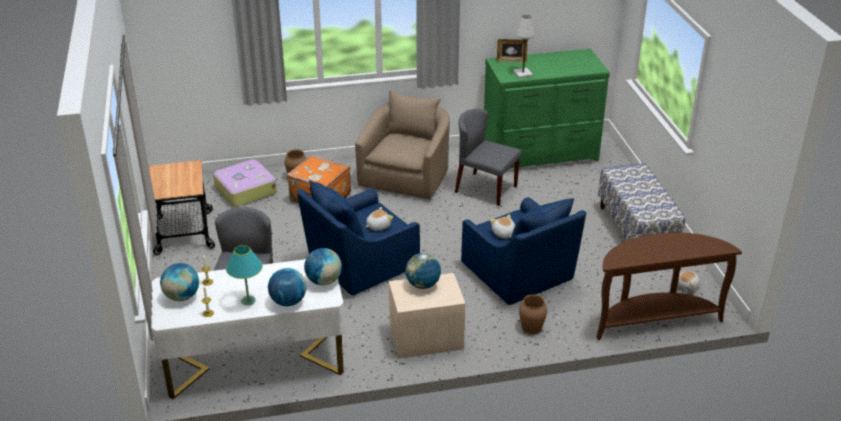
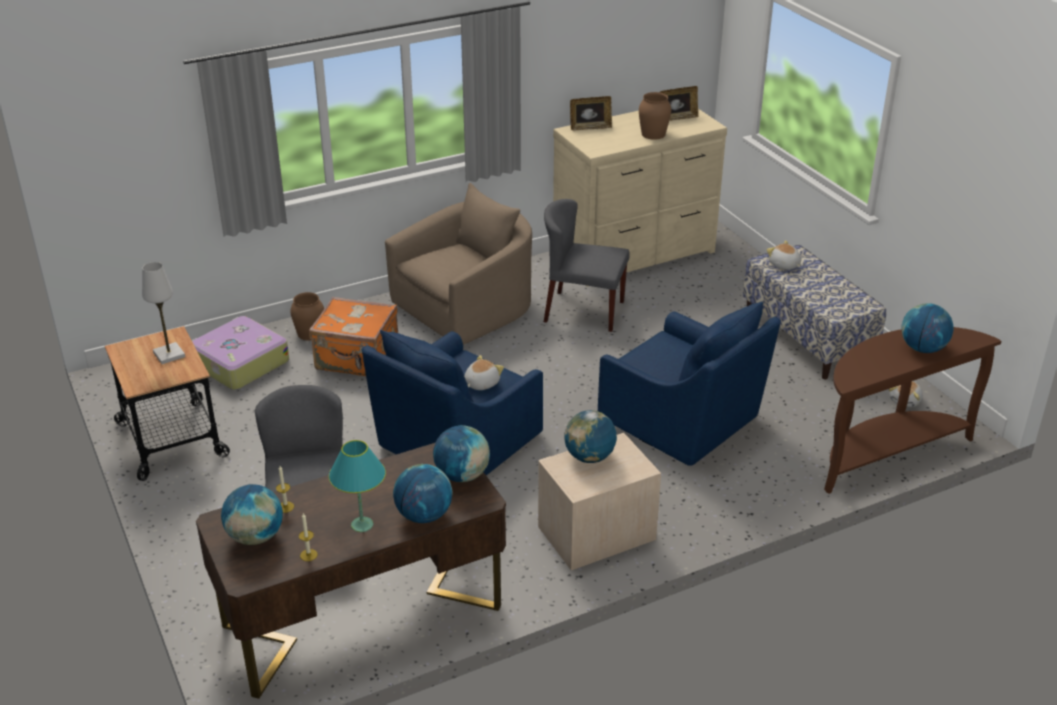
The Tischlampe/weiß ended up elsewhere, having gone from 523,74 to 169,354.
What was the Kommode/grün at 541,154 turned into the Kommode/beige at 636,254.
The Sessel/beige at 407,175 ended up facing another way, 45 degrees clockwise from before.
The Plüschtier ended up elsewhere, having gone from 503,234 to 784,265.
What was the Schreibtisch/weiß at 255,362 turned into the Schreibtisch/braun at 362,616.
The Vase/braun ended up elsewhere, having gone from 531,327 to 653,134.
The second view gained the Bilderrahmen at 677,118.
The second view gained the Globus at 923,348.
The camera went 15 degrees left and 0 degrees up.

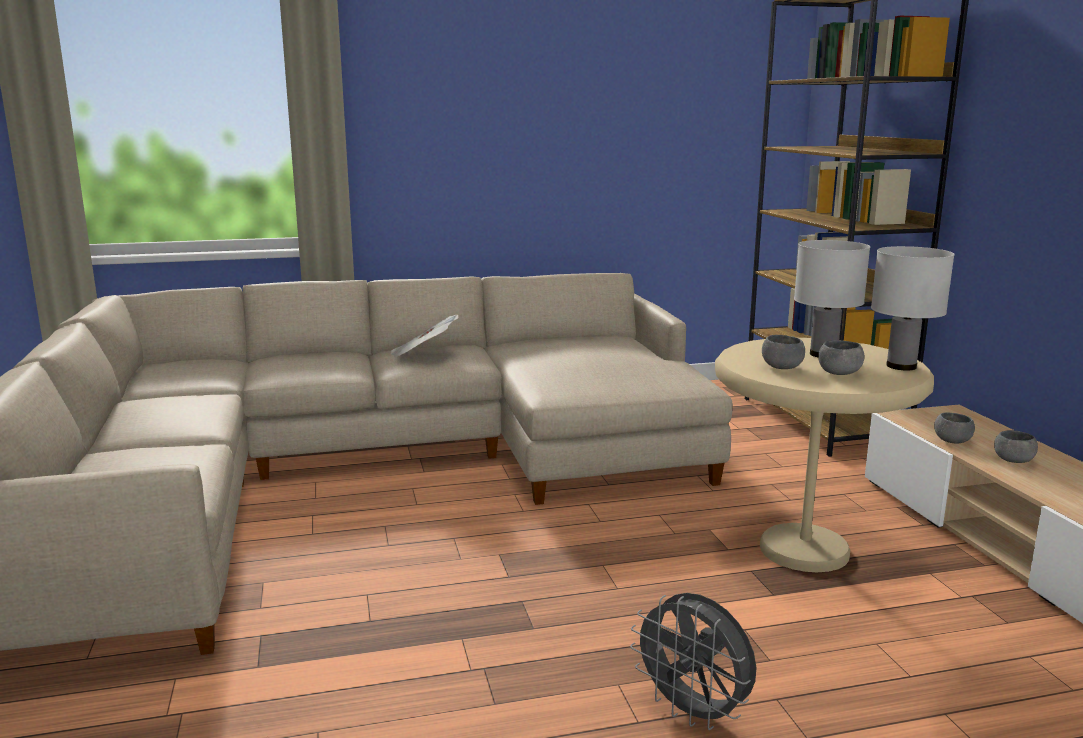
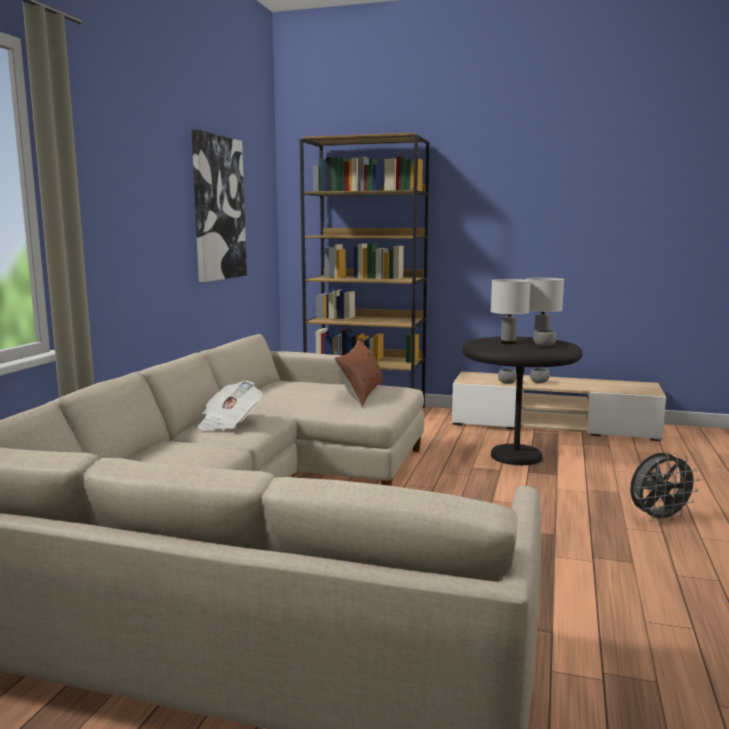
The second view lost the Schüssel/grau at 782,367.
What was the Beistelltisch/beige at 804,550 turned into the Beistelltisch/schwarz at 516,456.
The second view gained the Bild at 218,208.
The second view gained the Kissen/braun at 360,393.
The camera went 60 degrees left and 5 degrees down.

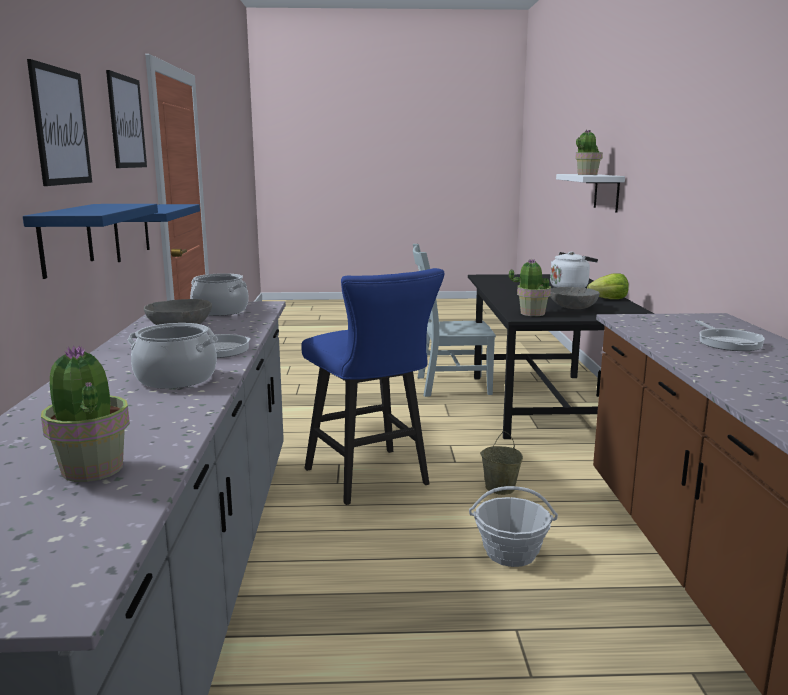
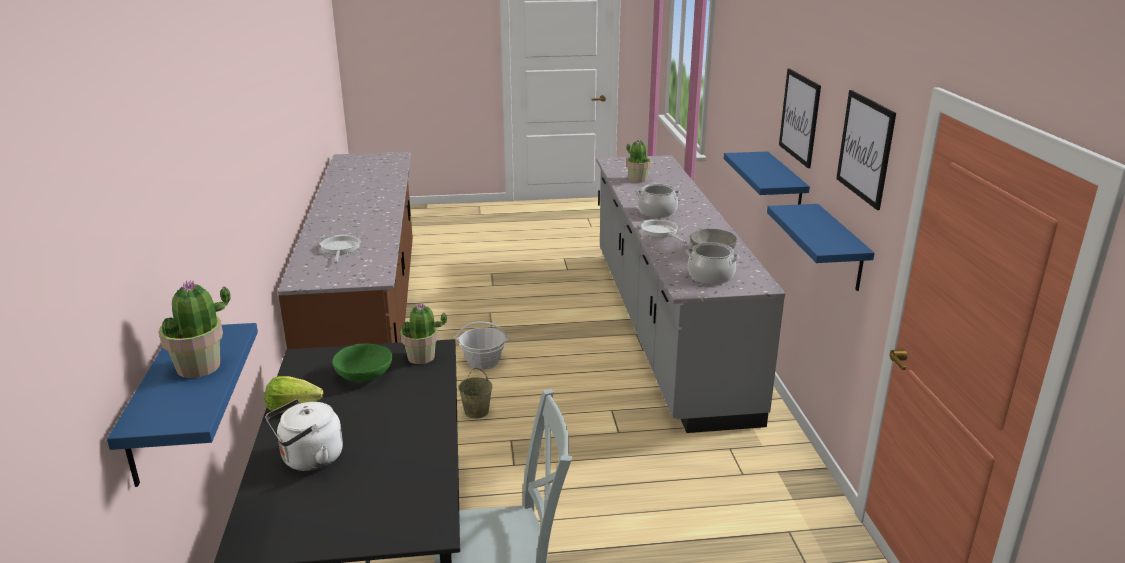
What was the Wandregal/weiß at 606,192 turned into the Wandregal/blau at 151,408.
The second view lost the Hocker/blau at 371,479.
What was the Schüssel/grau at 573,308 turned into the Schüssel/grün at 364,375.
The camera went 175 degrees right and 10 degrees up.

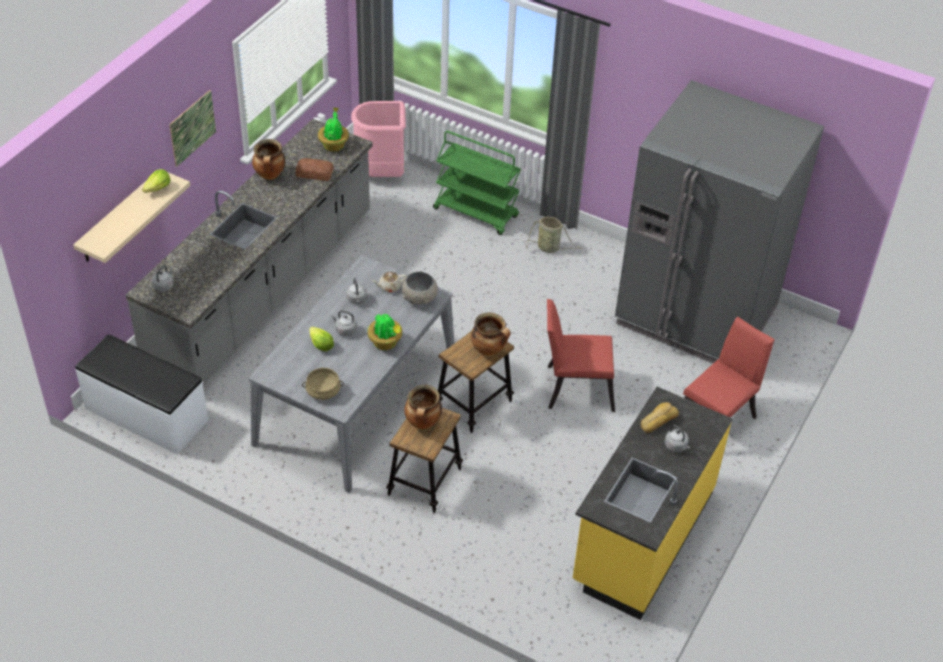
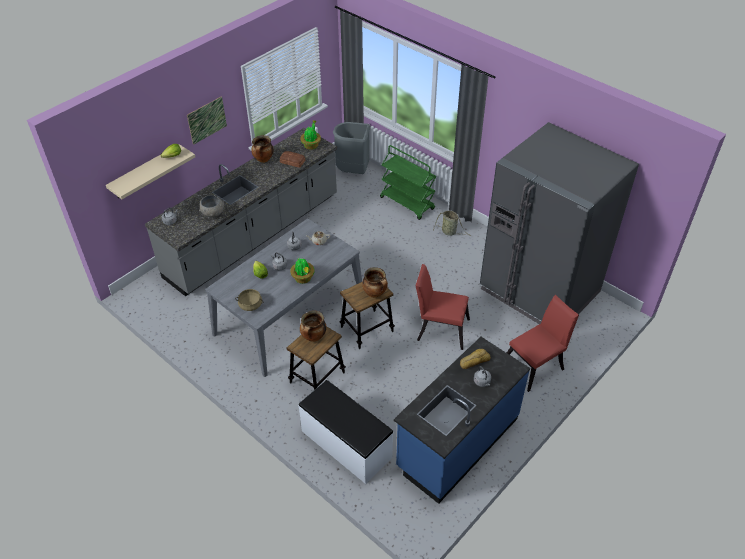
What was the Mülleimer/rosa at 381,174 turned into the Mülleimer/grau at 353,171.
The Schüssel/grau ended up elsewhere, having gone from 419,298 to 213,213.
The Bank/weiß ended up elsewhere, having gone from 146,415 to 346,444.
What was the Küchenzeile/gelb at 642,537 turned into the Küchenzeile/blau at 457,443.
The camera went 15 degrees right and 0 degrees up.

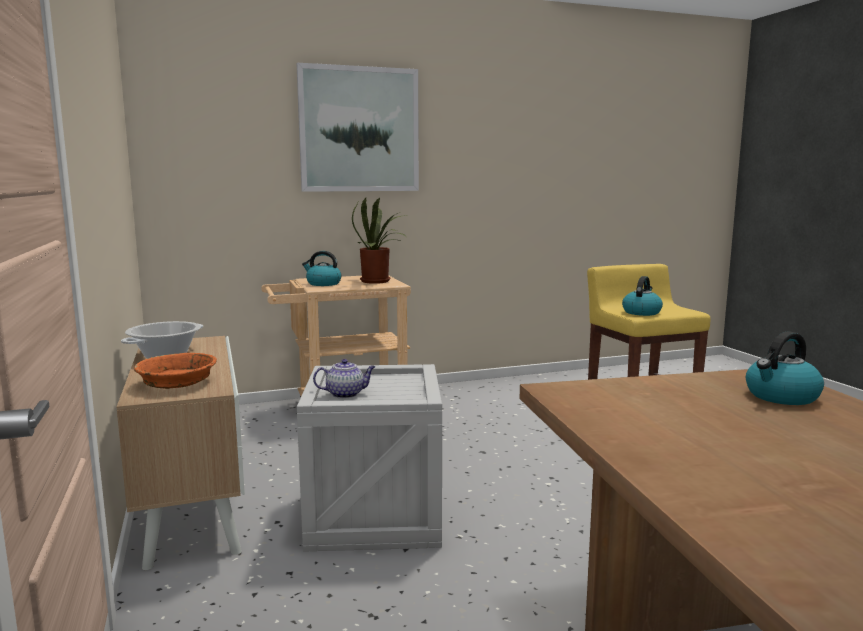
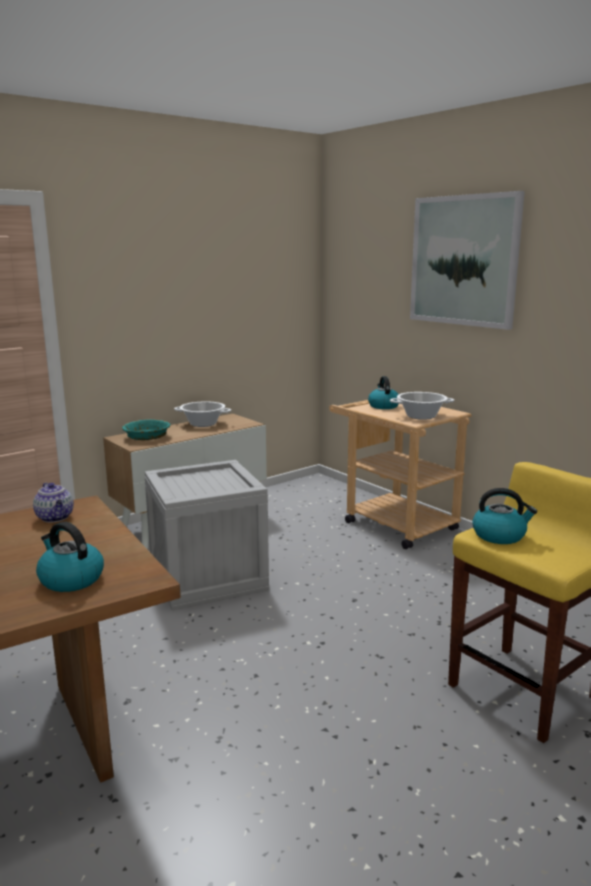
Where the Topfpflanze stood at 378,281, the Kochtopf came to stand at 421,416.
What was the Schüssel/orange at 177,383 turned into the Schüssel/türkis at 147,437.
The Teekanne ended up elsewhere, having gone from 346,394 to 55,518.
The camera went 70 degrees right and 5 degrees up.

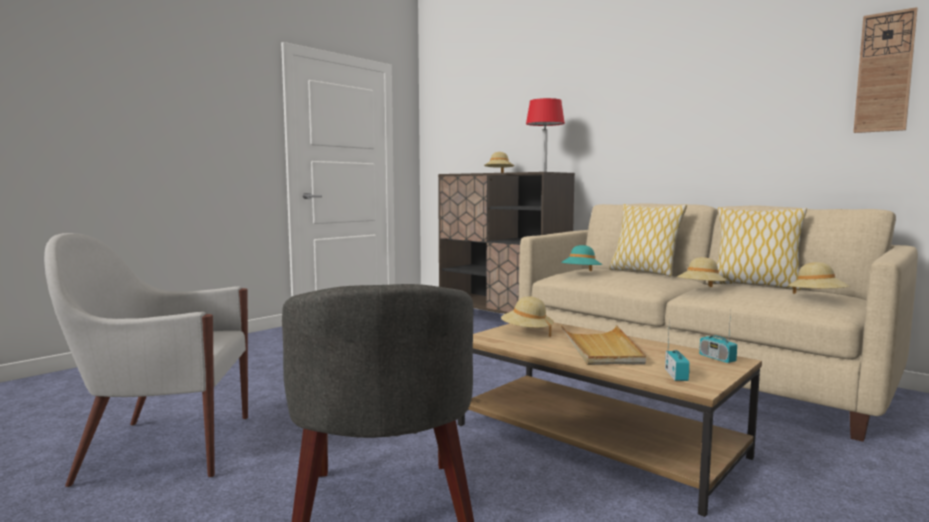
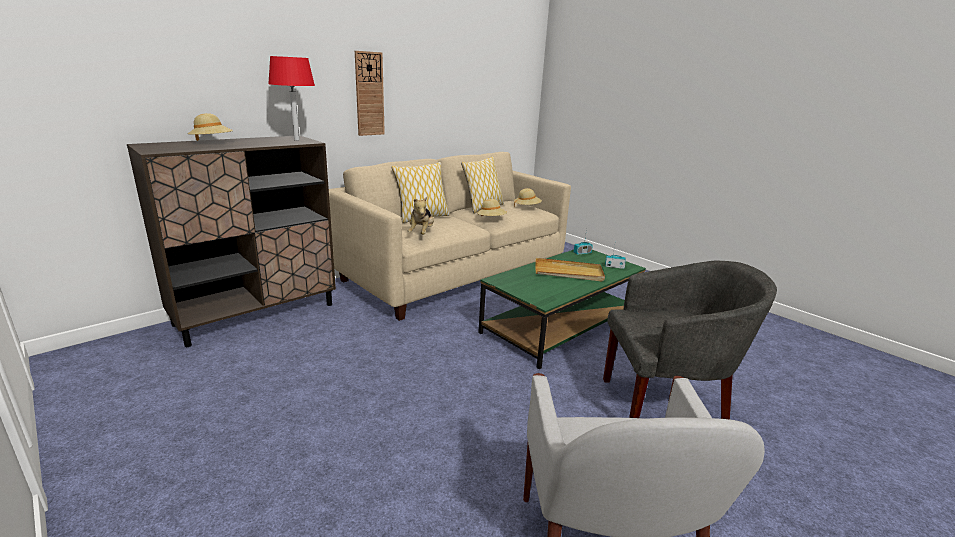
The Wanduhr ended up elsewhere, having gone from 884,72 to 369,94.
Where the Hut/türkis stood at 581,273, the Plüschtier came to stand at 421,233.
The second view lost the Hut/beige at 527,332.
What was the Couchtisch/braun at 596,440 turned into the Couchtisch/grün at 560,324.
The camera went 85 degrees left and 15 degrees up.

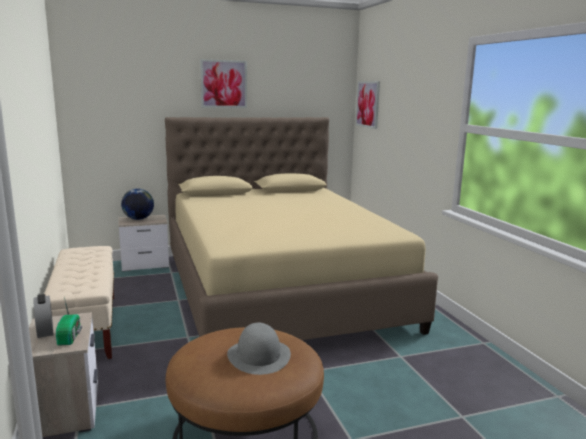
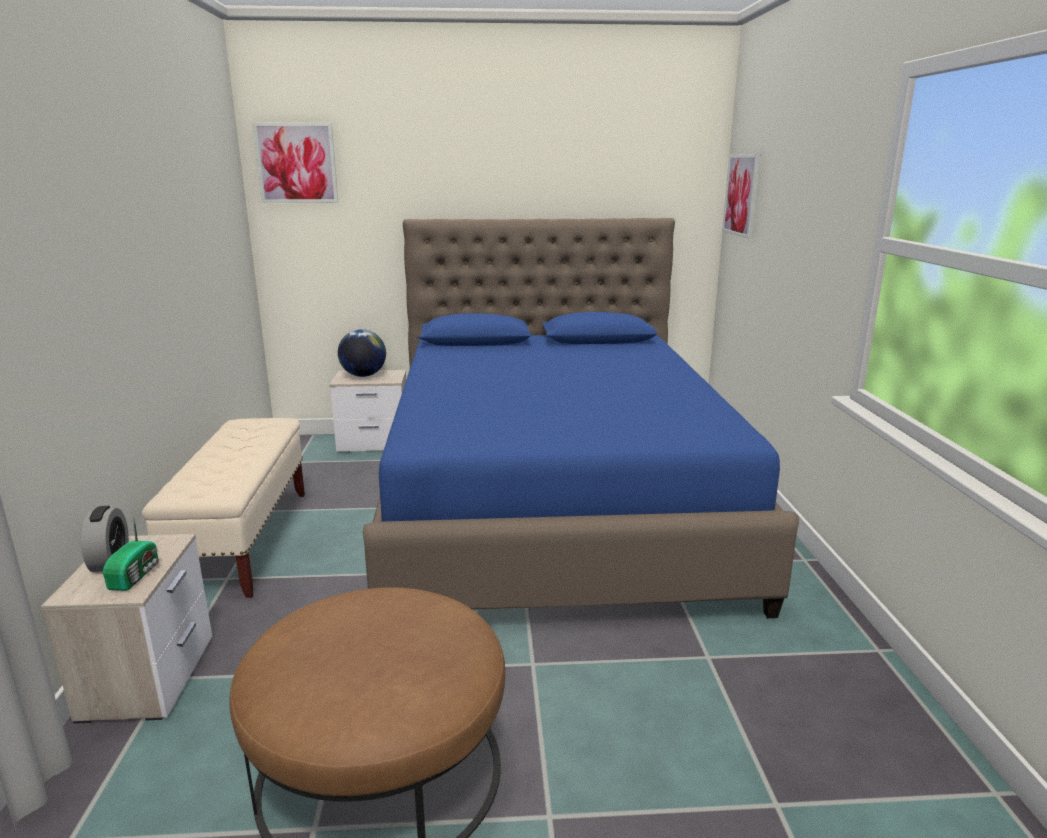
The Bild ended up elsewhere, having gone from 223,84 to 296,163.
What was the Bett/beige at 280,289 turned into the Bett/blau at 554,504.
The second view lost the Hut/grau at 259,356.
The camera went 15 degrees right and 5 degrees up.

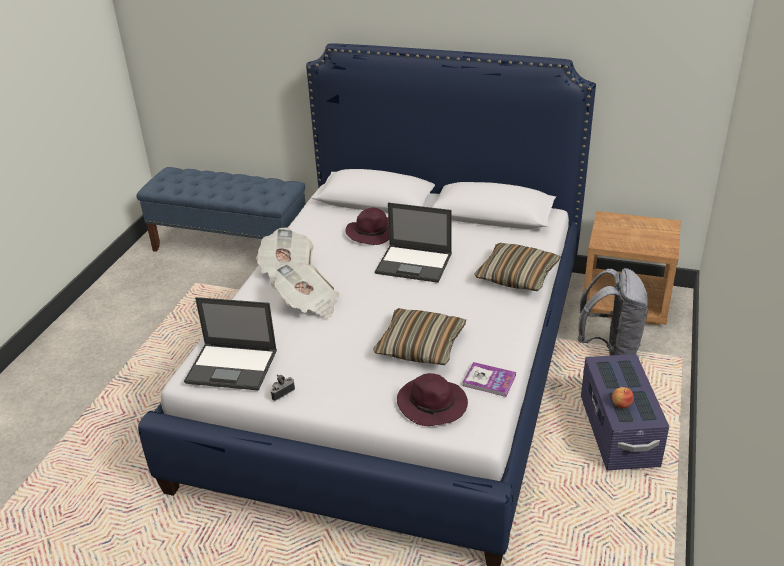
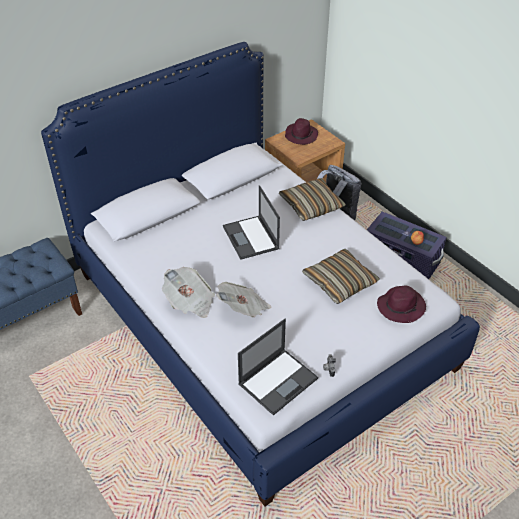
The Laptop at 415,264 ended up facing another way, 105 degrees clockwise from before.
The Hut/lila ended up elsewhere, having gone from 373,233 to 300,135.
The second view lost the Buch at 489,380.
The camera went 55 degrees left and 10 degrees up.

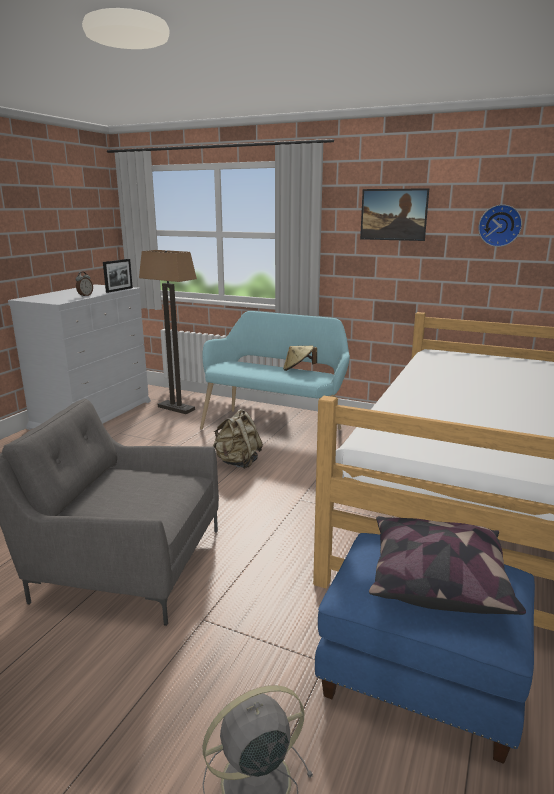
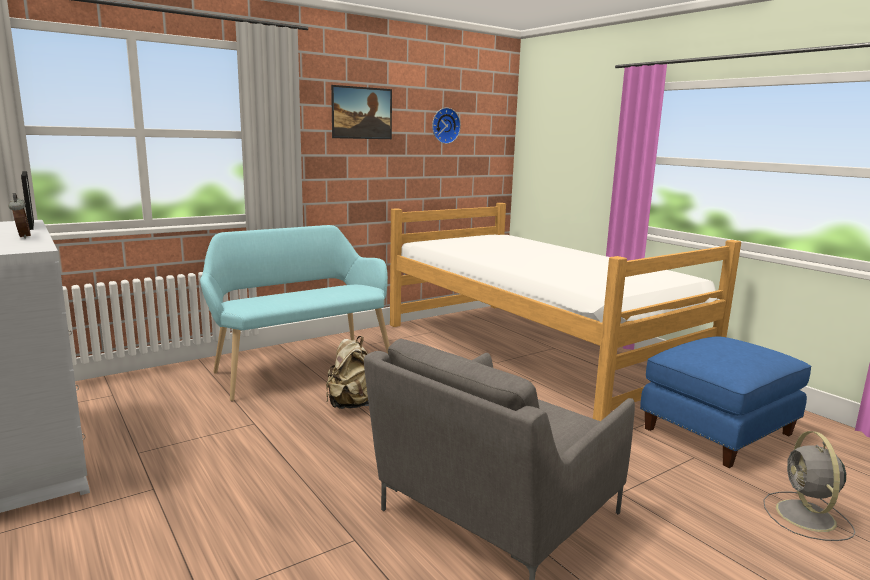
The second view lost the Stehlampe at 176,408.
The second view lost the Hut/beige at 298,369.
The second view lost the Kissen at 437,580.
The camera went 60 degrees left and 5 degrees down.

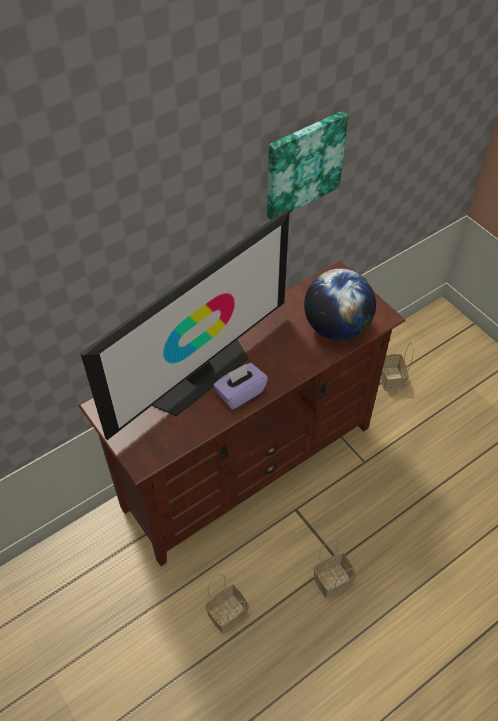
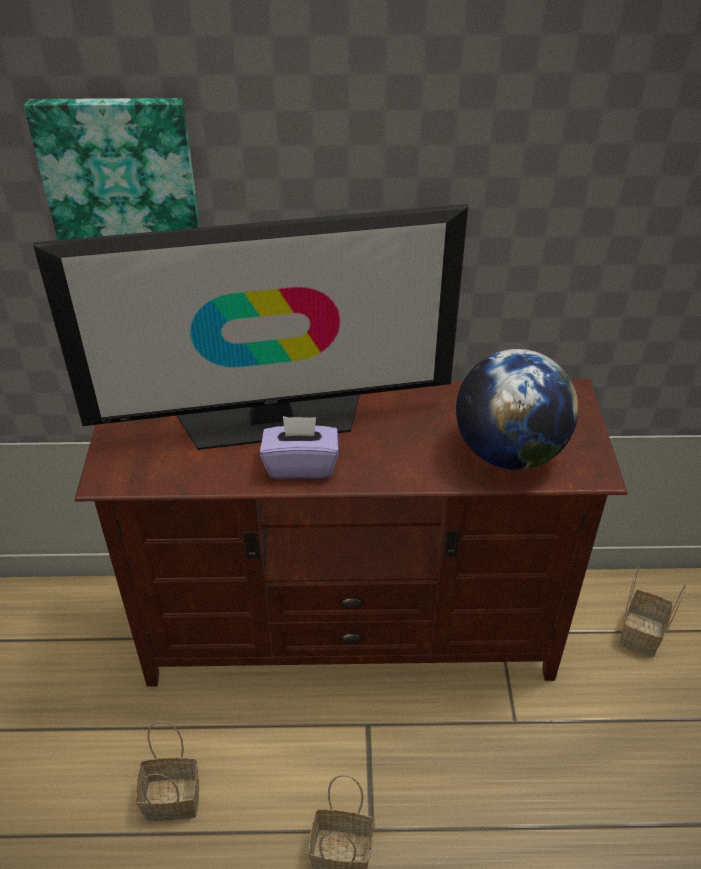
The Bild ended up elsewhere, having gone from 303,164 to 119,170.
The camera went 35 degrees right and 10 degrees down.

